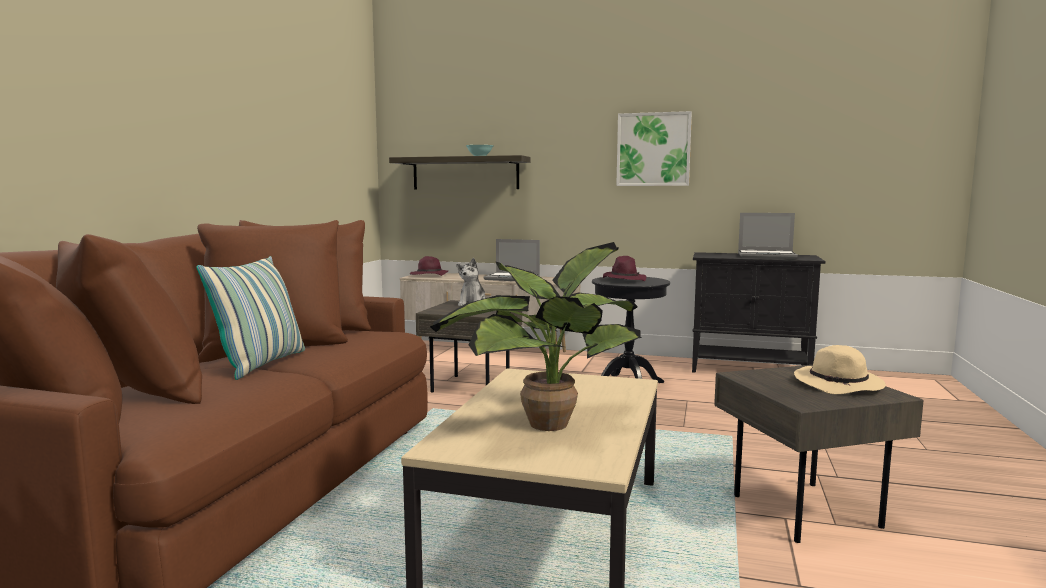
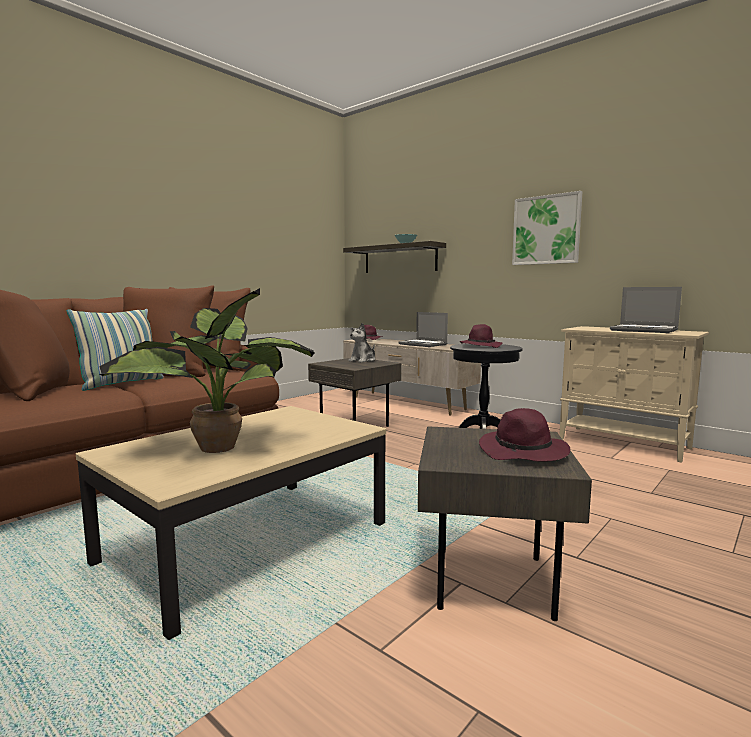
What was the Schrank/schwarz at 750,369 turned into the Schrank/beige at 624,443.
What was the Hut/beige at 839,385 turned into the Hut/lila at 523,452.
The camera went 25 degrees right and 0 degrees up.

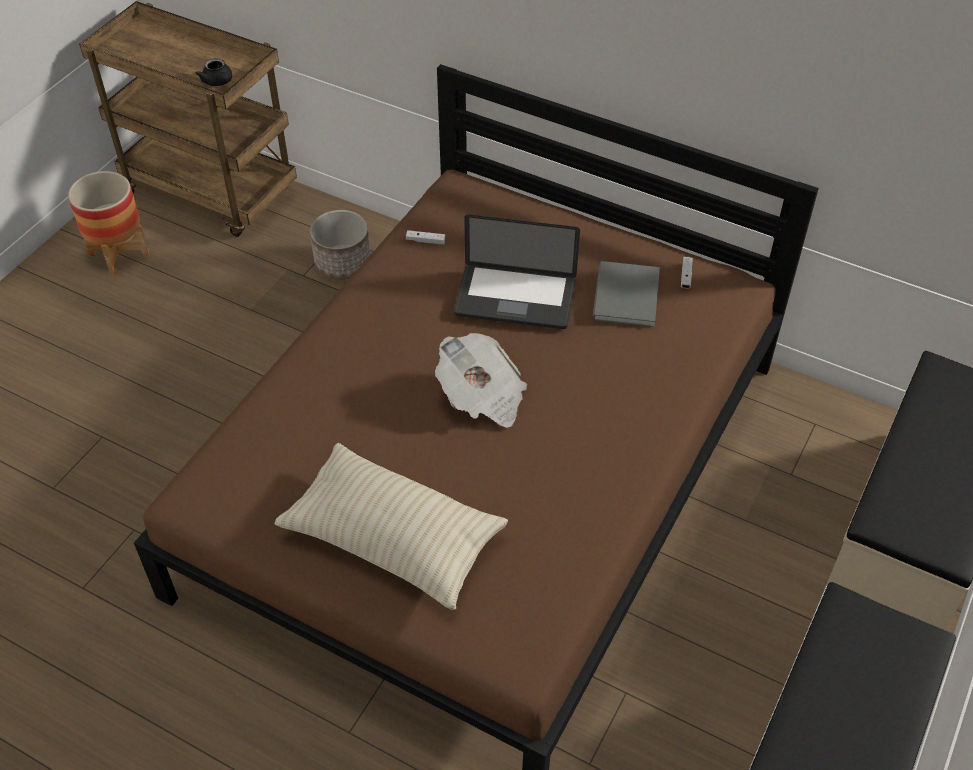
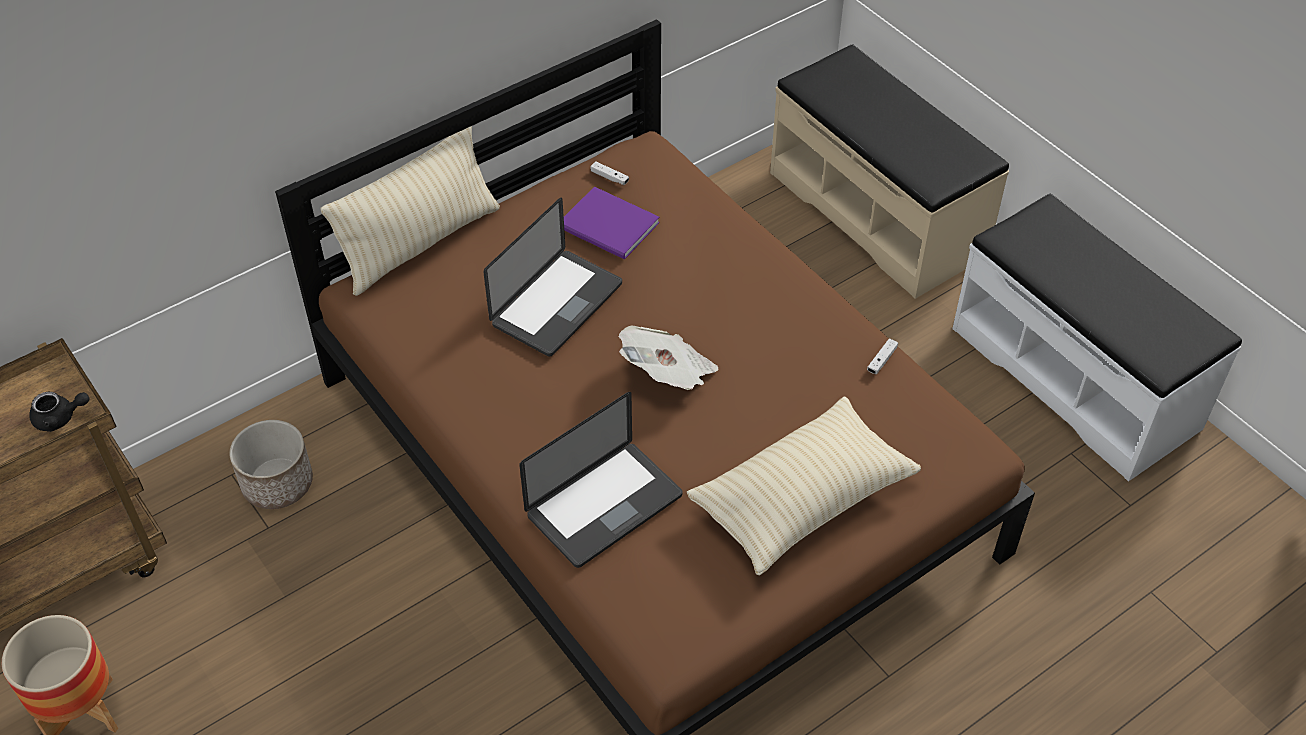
The Gamepad/weiß ended up elsewhere, having gone from 425,241 to 882,360.
What was the Buch/grau at 623,297 turned into the Buch/lila at 609,228.
The second view gained the Kissen/beige at 420,244.
The second view gained the Laptop at 604,506.
The camera went 65 degrees left and 0 degrees up.

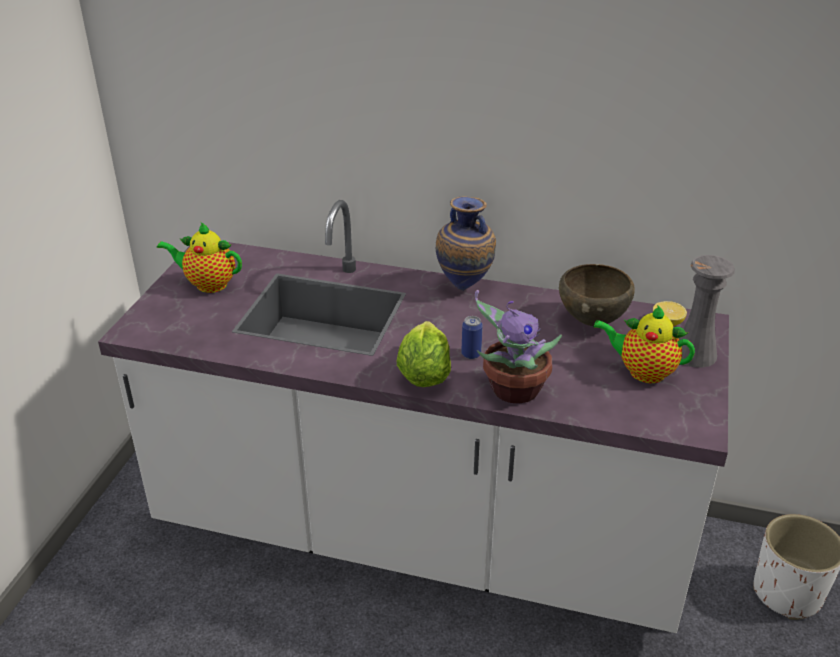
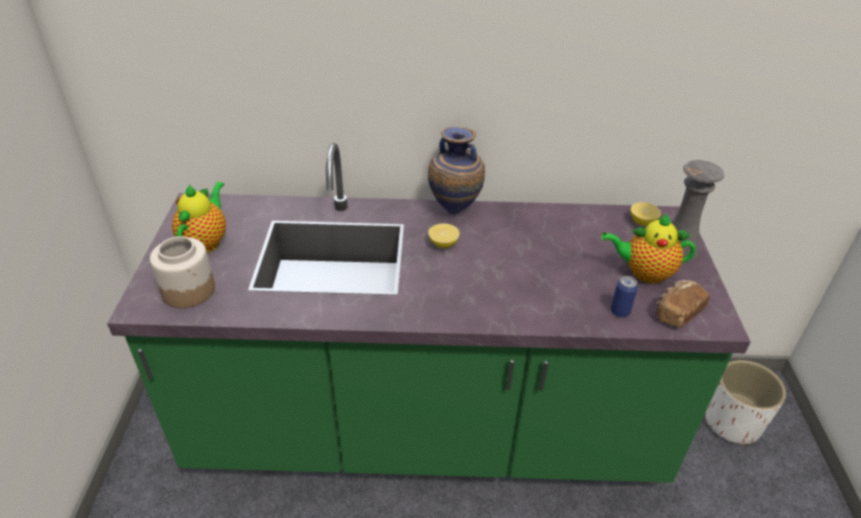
What was the Küchenzeile/weiß at 420,532 turned into the Küchenzeile/grün at 426,428.
The Teekanne at 208,284 ended up facing another way, 105 degrees clockwise from before.
The second view lost the Schüssel/braun at 592,321.
The second view lost the Topfpflanze at 512,390.
The Dose ended up elsewhere, having gone from 471,354 to 620,311.
The second view lost the Salatkopf at 423,375.
The second view gained the Zitrone at 443,244.
The second view gained the Vorratsglas at 189,290.
The second view gained the Brot at 676,312.
The camera went 15 degrees left and 5 degrees up.

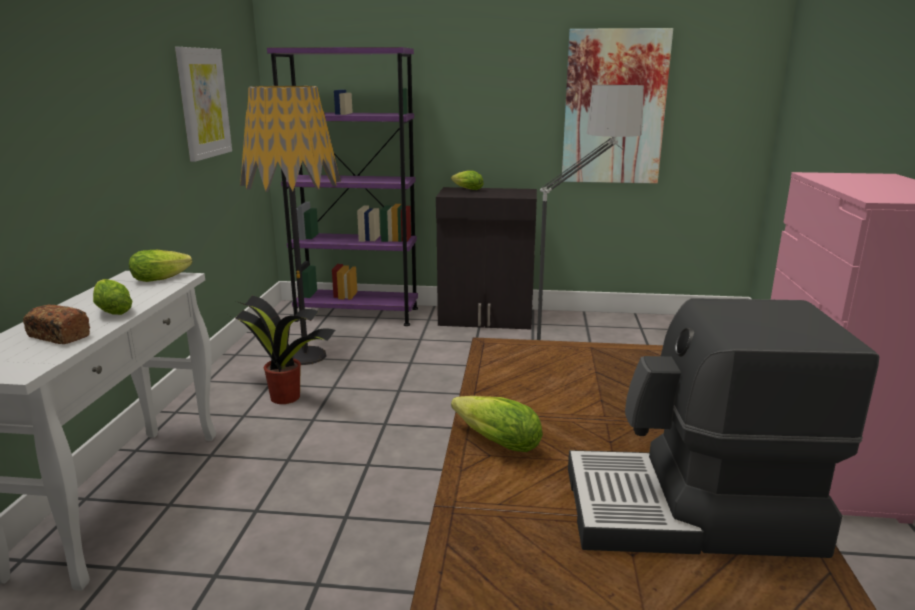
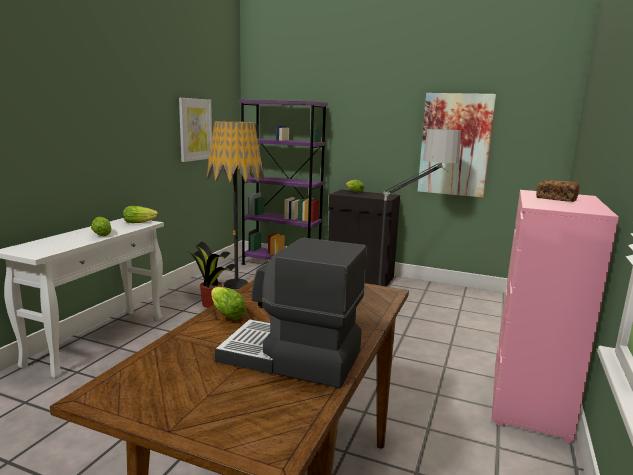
The Brot ended up elsewhere, having gone from 59,336 to 556,199.
The camera went 15 degrees right and 5 degrees down.

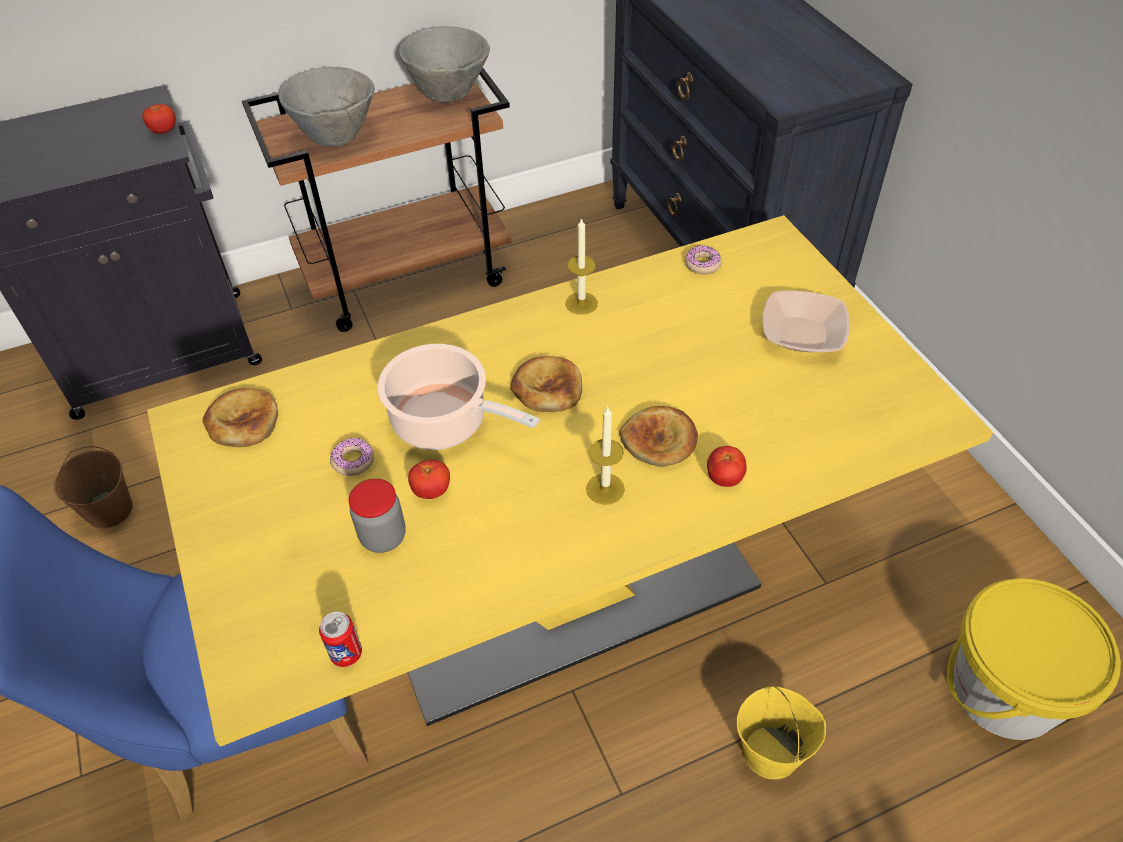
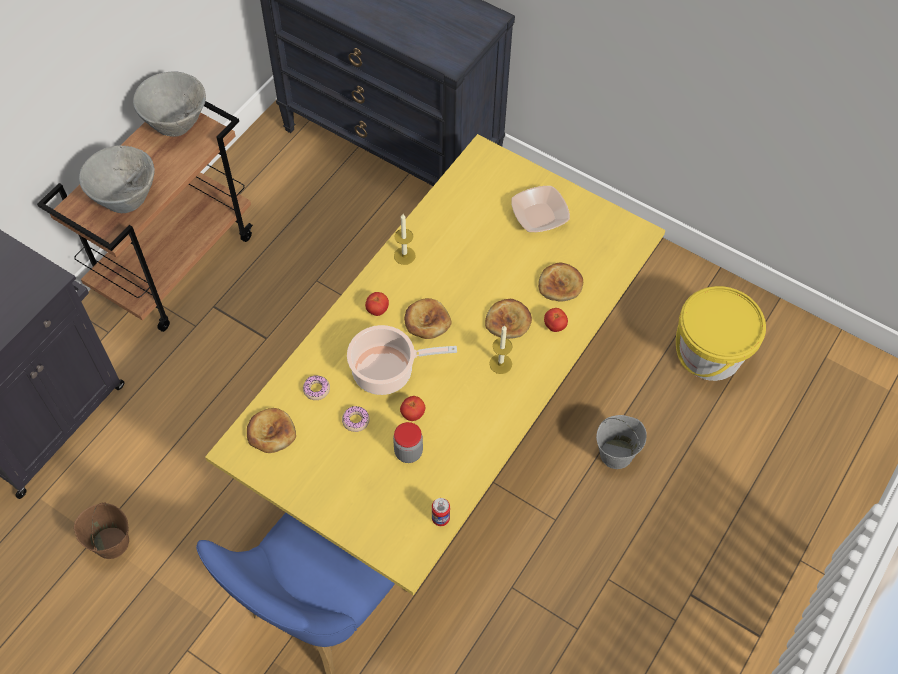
The Tomate ended up elsewhere, having gone from 164,131 to 377,310.
The Donut ended up elsewhere, having gone from 702,264 to 316,389.
What was the Eimer/gelb at 771,752 turned into the Eimer/grau at 616,453.
The second view gained the Brot at 560,284.
The camera went 35 degrees left and 10 degrees up.

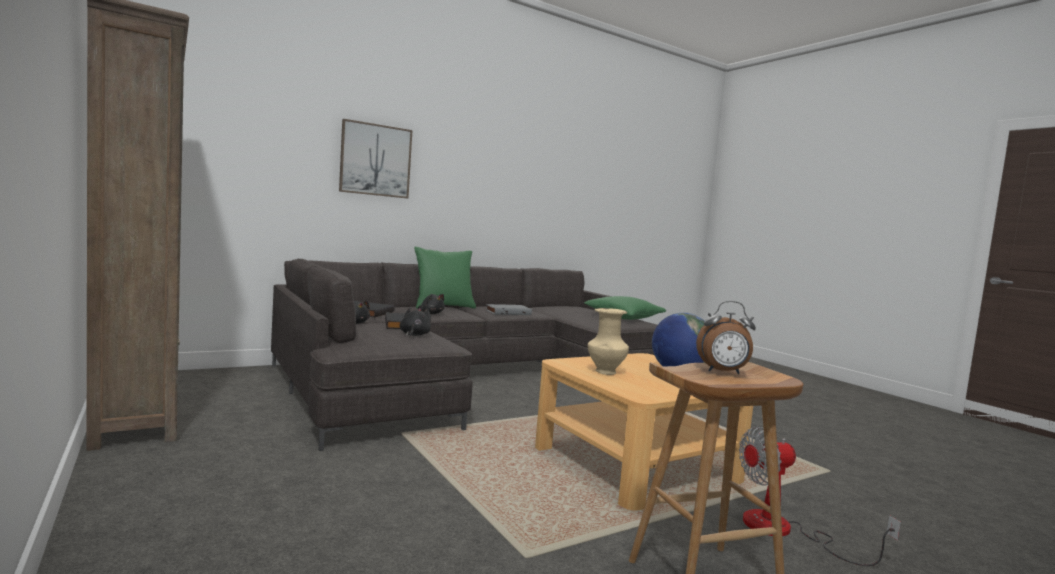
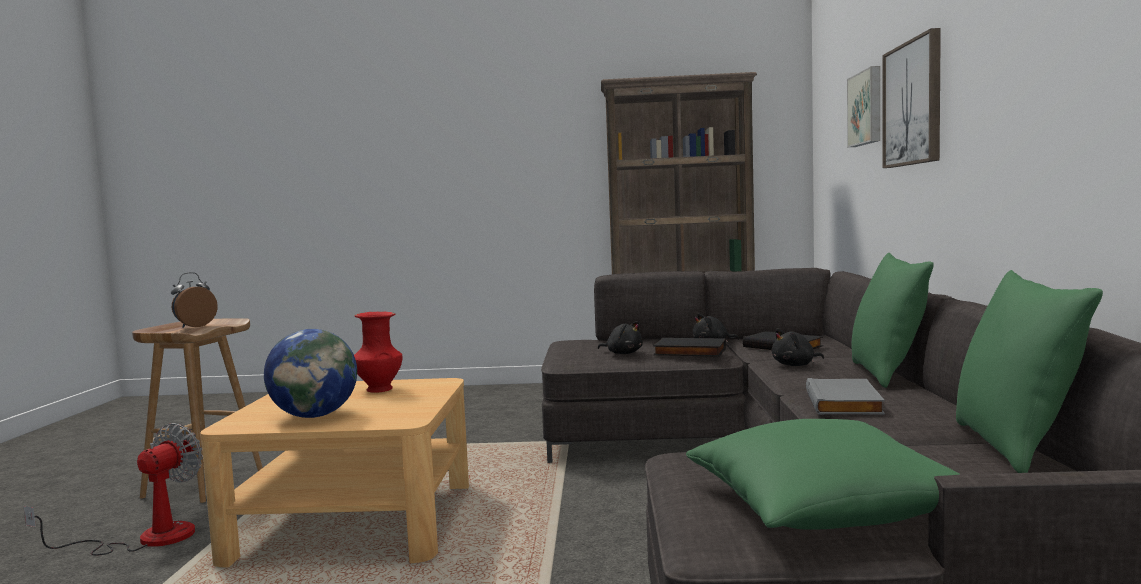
What was the Vase/beige at 605,372 turned into the Vase/rot at 378,389.
The second view gained the Bild at 867,108.
The second view gained the Kissen/grün at 1014,447.
The camera went 125 degrees right and 0 degrees up.

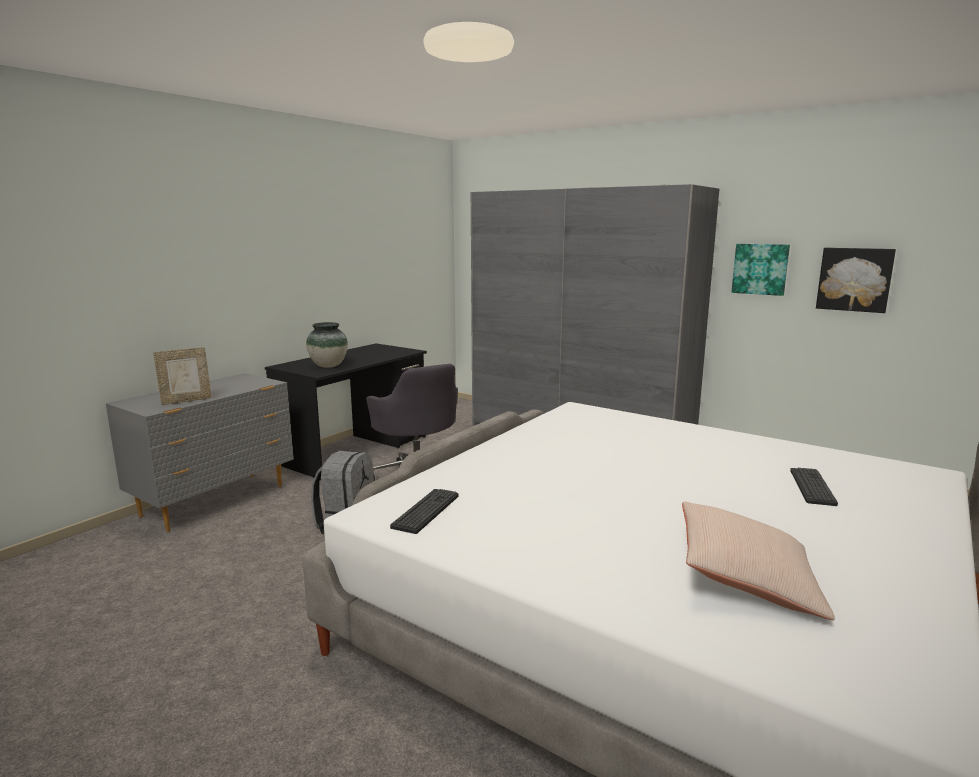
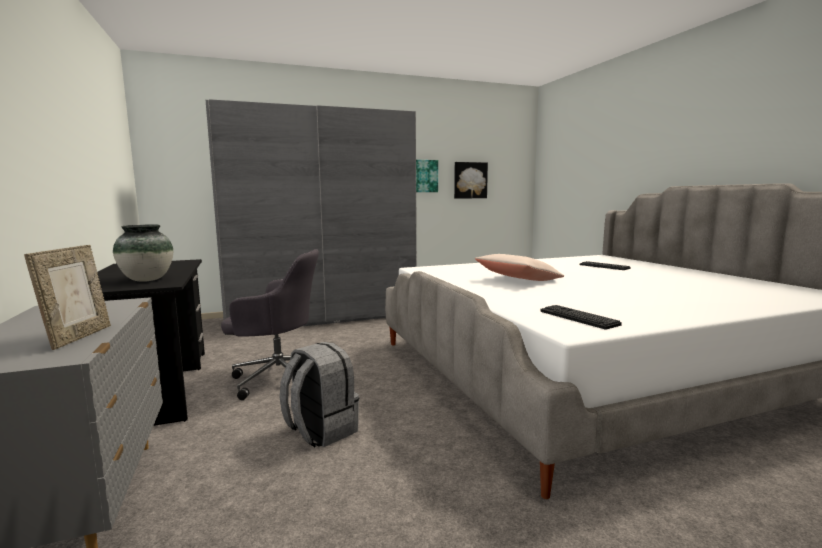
The Kissen/beige ended up elsewhere, having gone from 746,578 to 518,280.
The camera went 55 degrees left and 5 degrees down.

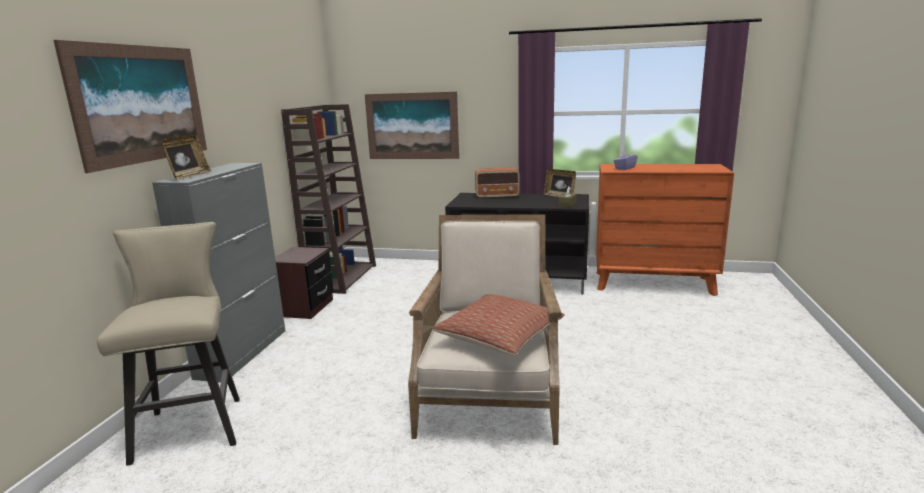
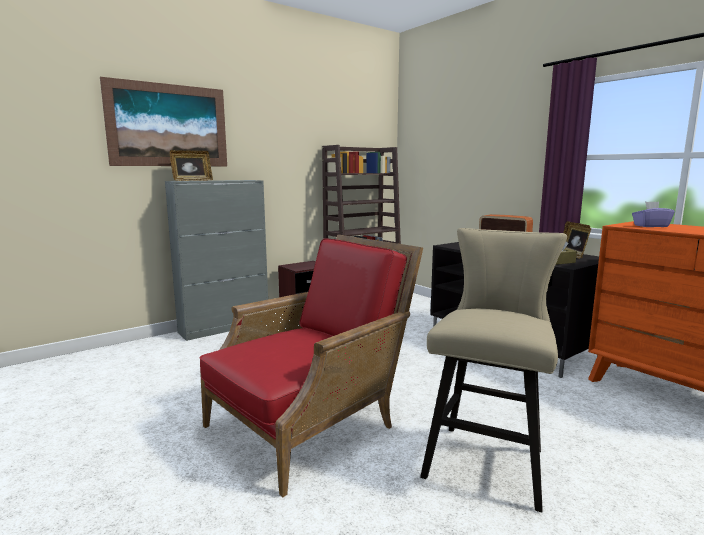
The second view lost the Bild at 412,126.
What was the Sessel/beige at 489,392 turned into the Sessel/rot at 313,422.
The Hocker/beige ended up elsewhere, having gone from 192,424 to 488,458.
The second view lost the Kissen at 499,337.
The camera went 40 degrees right and 5 degrees down.

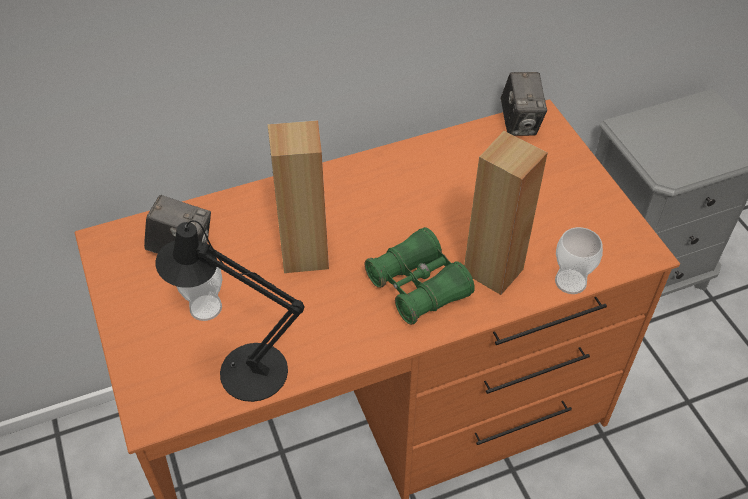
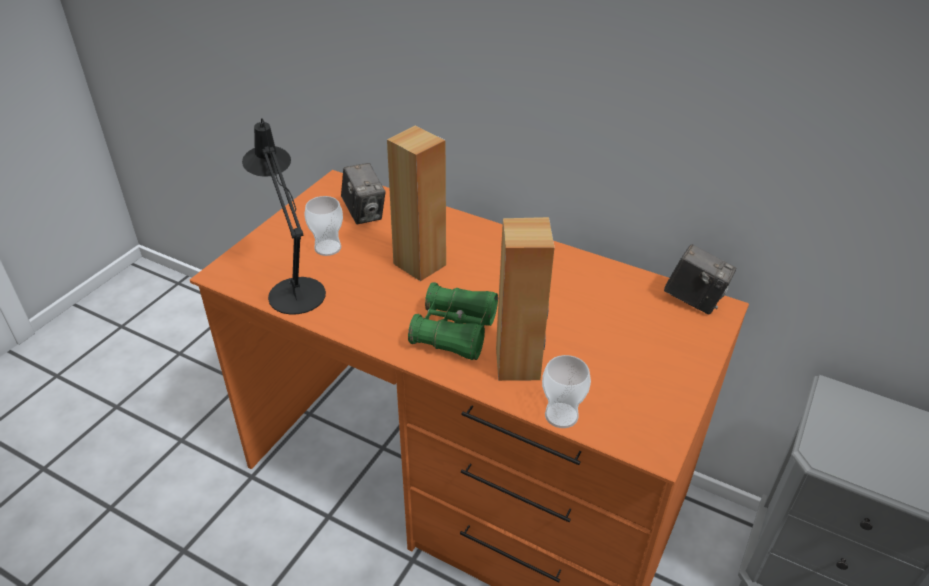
The Kamera at 520,123 ended up facing another way, 105 degrees counterclockwise from before.
The camera went 50 degrees right and 10 degrees down.

